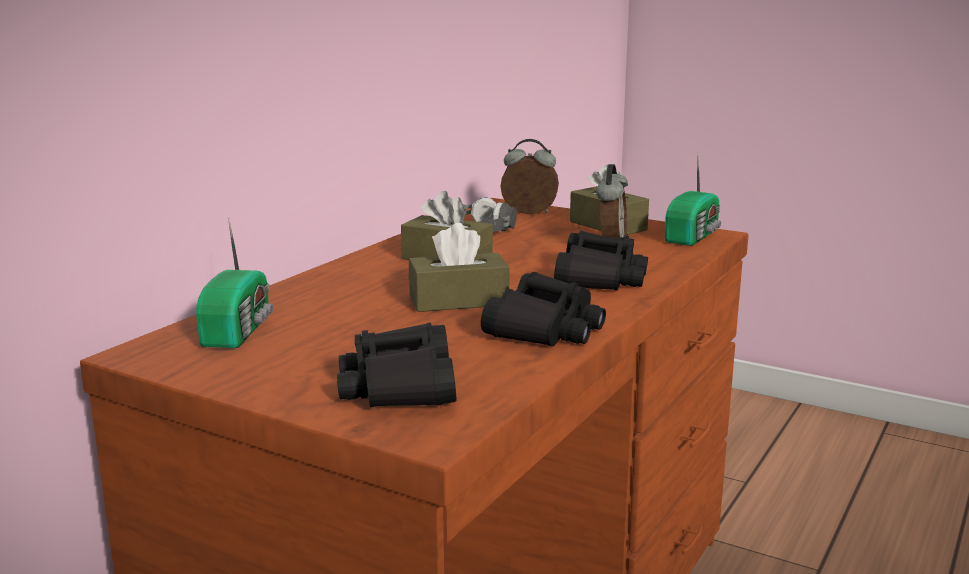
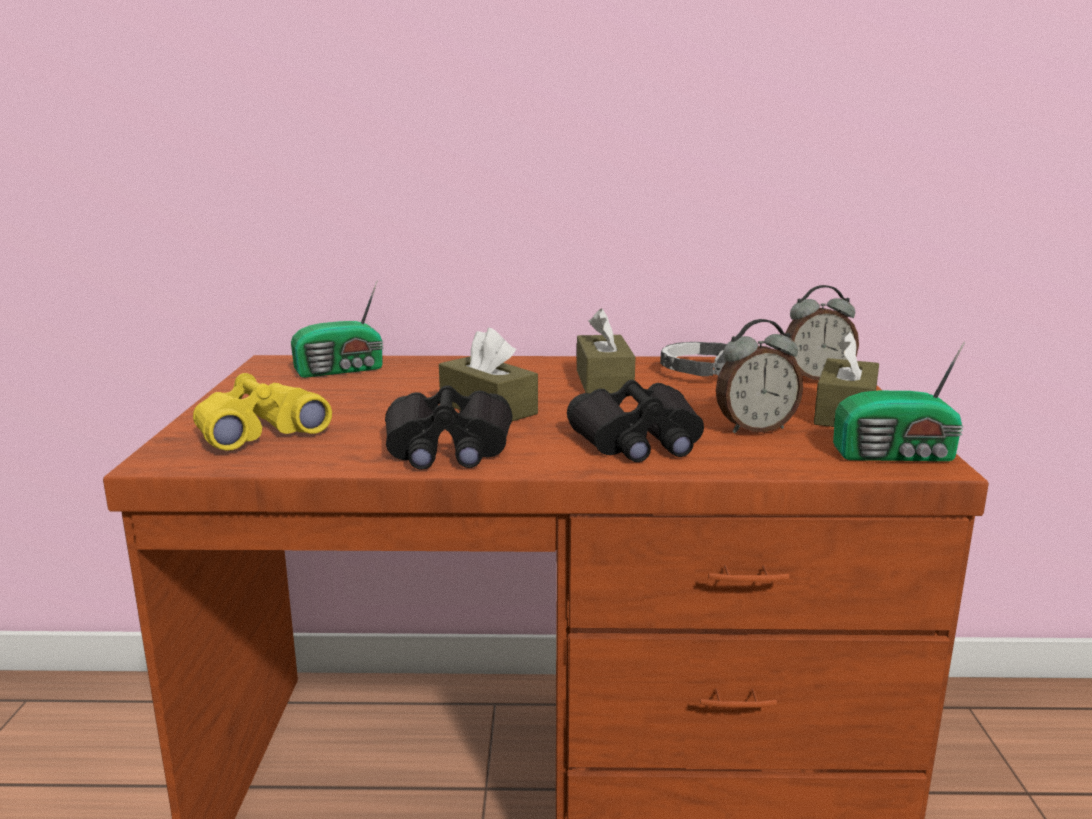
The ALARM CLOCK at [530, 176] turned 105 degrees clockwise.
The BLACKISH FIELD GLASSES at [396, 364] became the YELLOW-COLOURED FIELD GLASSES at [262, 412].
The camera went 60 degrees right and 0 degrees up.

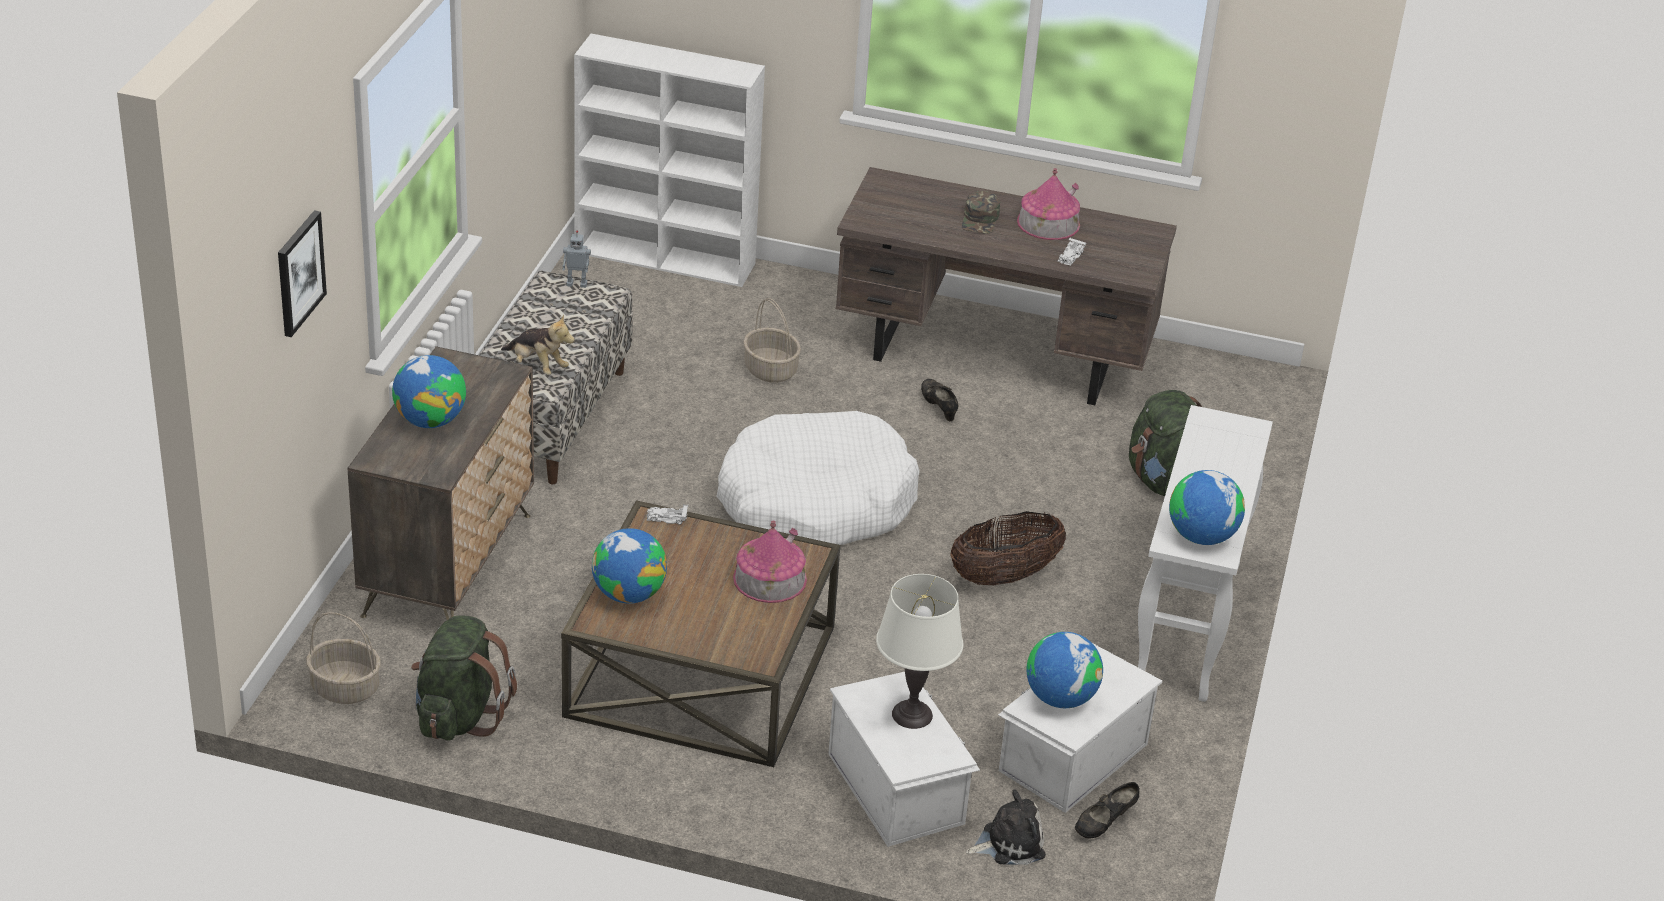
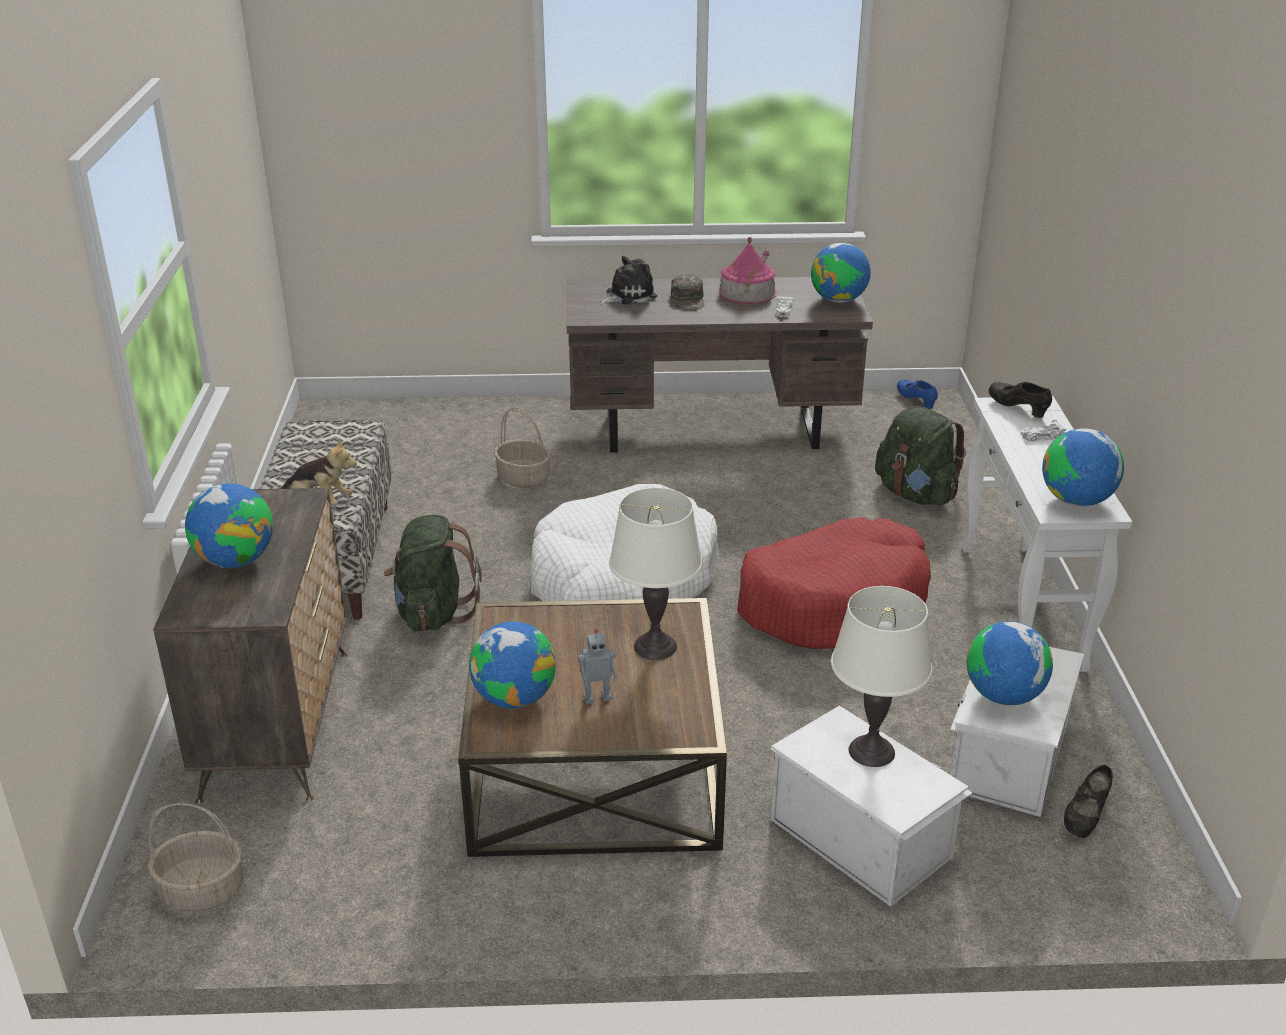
The WHITISH BOOKCASE at [669, 160] disappeared.
The WALL PICTURE at [302, 273] disappeared.
The MODEL ROBOT moved from [576, 259] to [598, 667].
The BLACKISH ITEM OF FOOTWEAR moved from [939, 400] to [1020, 400].
The WHITISH MINIATURE CAR moved from [667, 515] to [1043, 431].
The BASKET at [1008, 548] was replaced by the REDDISH DOG CUSHION at [834, 583].
The TOY HOUSE at [770, 562] was replaced by the WHITISH TABLE LAMP at [656, 574].
The GREEN RUCKSACK moved from [464, 678] to [432, 573].
The CUDDLY TOY moved from [1006, 827] to [628, 280].
The WORLD GLOBE at [841, 273] appeared.
The BLUE ITEM OF FOOTWEAR at [917, 394] appeared.
The camera went 15 degrees left and 5 degrees down.

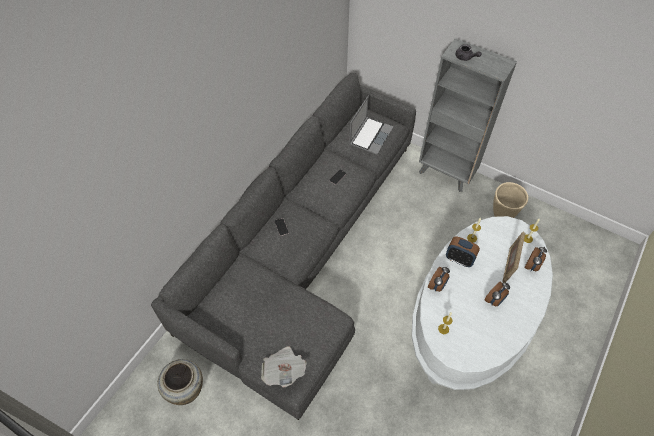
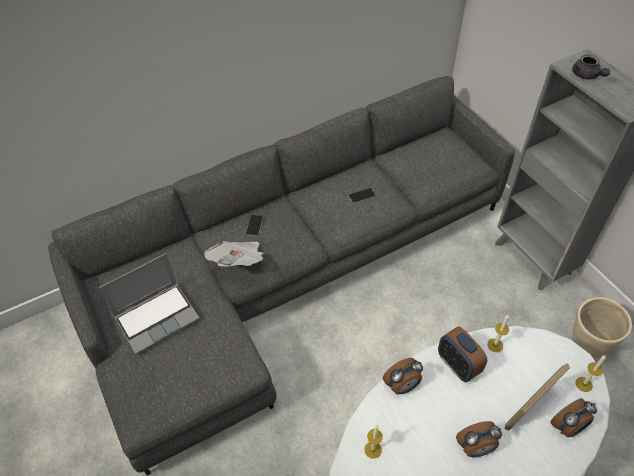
The LAPTOP moved from [371, 125] to [149, 304].
The PRINTED PAPER moved from [284, 367] to [233, 254].
The BEIGE-COLOURED VASE at [180, 382] disappeared.
The camera went 30 degrees right and 5 degrees down.

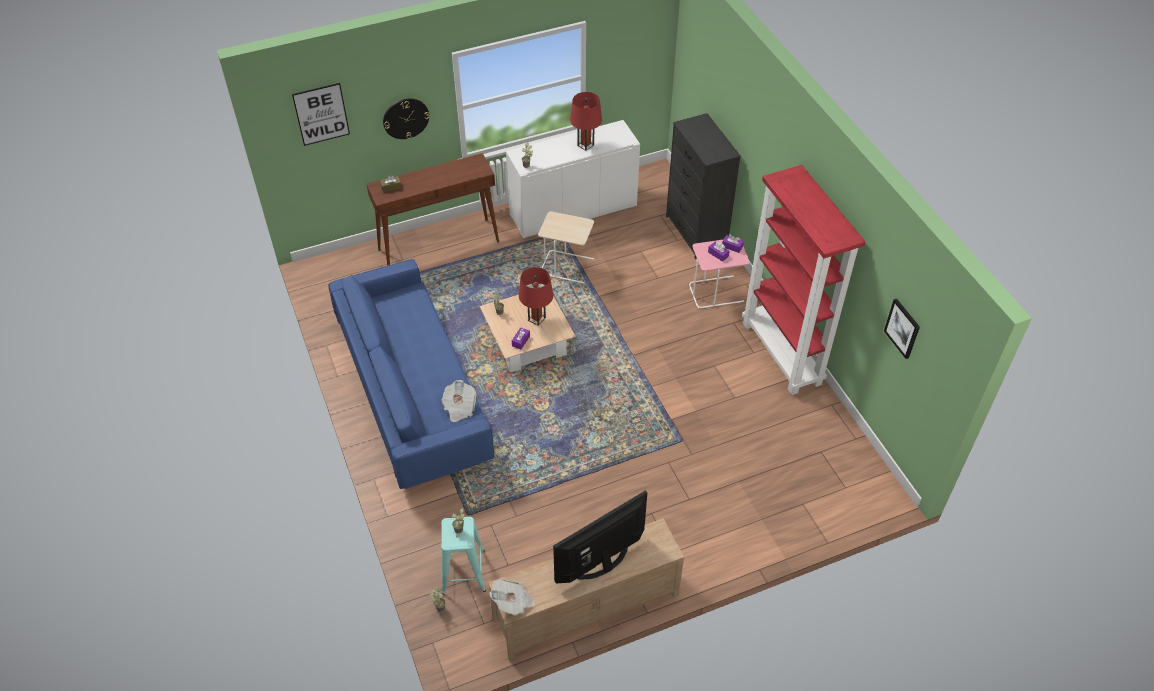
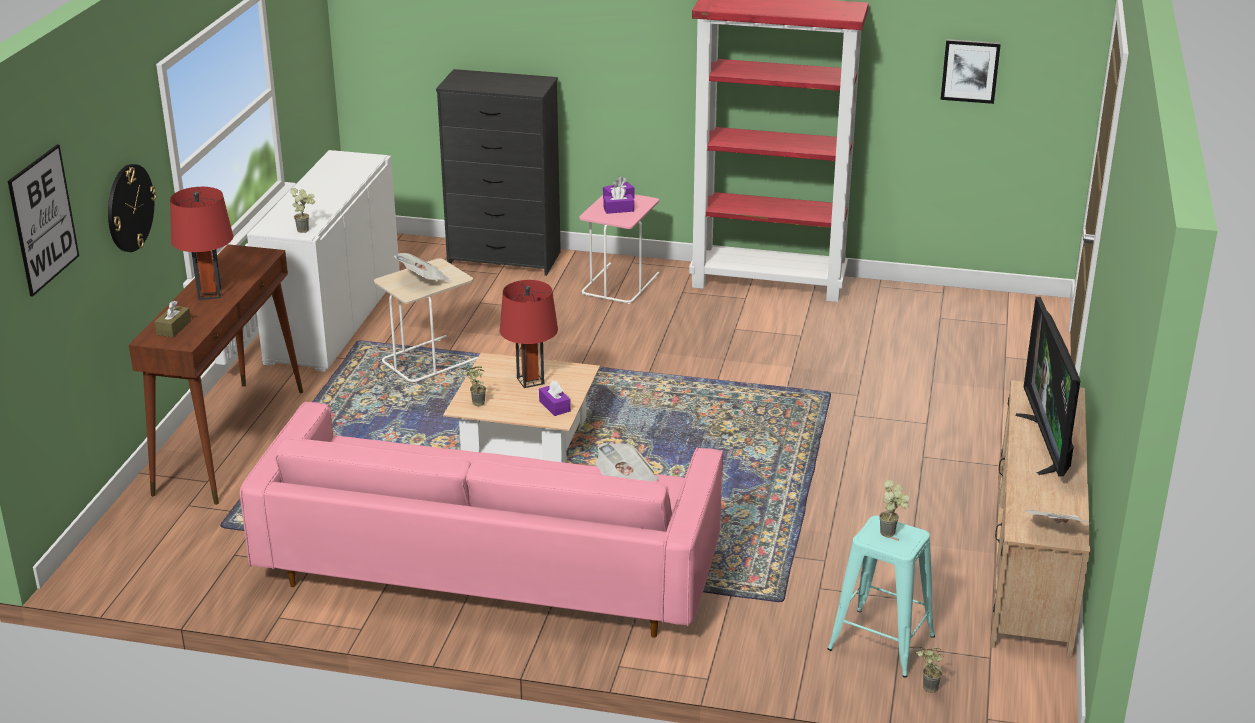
The REDDISH TABLE LAMP moved from [586, 121] to [202, 243].
The BLUE SETTEE at [411, 374] became the PINKISH SETTEE at [481, 520].
The PRINTED PAPER at [423, 267] appeared.
The camera went 55 degrees left and 20 degrees down.

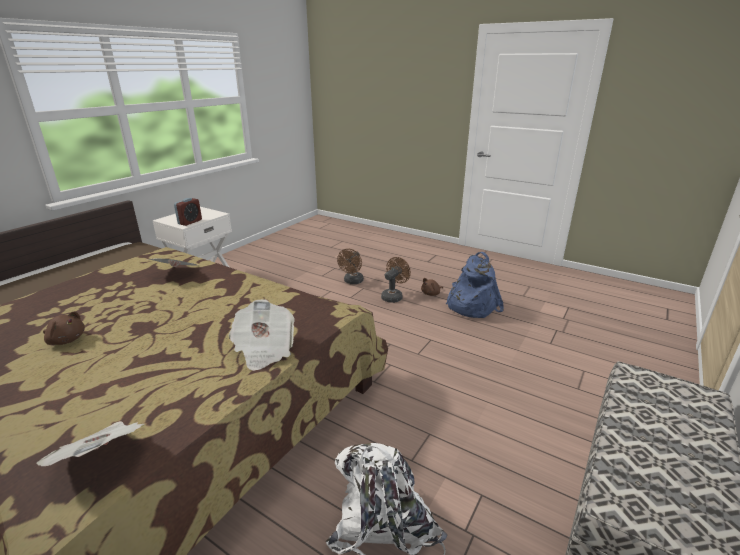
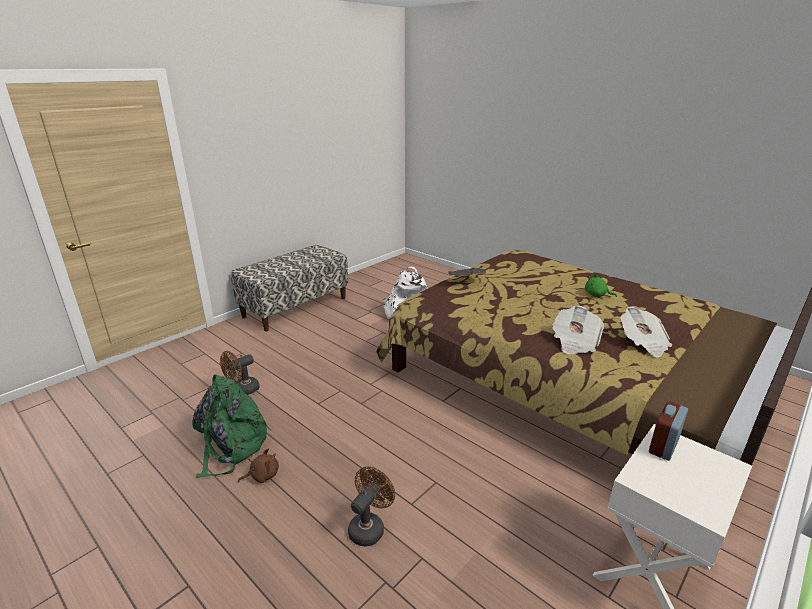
The BLUE RUCKSACK at [475, 285] became the GREEN RUCKSACK at [231, 426].
The BROWNISH ELECTRIC FAN moved from [396, 280] to [240, 373].
The BROWNISH CUDDLY TOY at [64, 328] became the GREEN CUDDLY TOY at [601, 285].
The PRINTED PAPER moved from [90, 443] to [646, 332].
The camera went 170 degrees left and 0 degrees up.

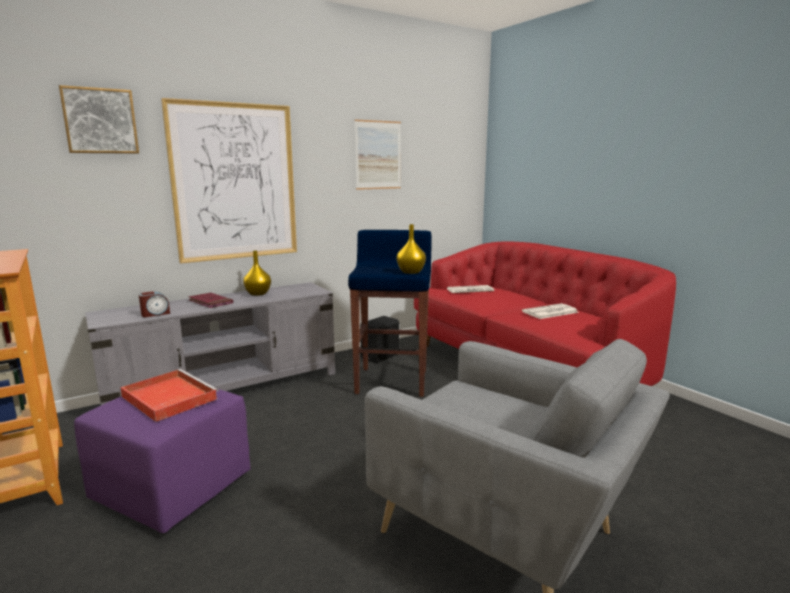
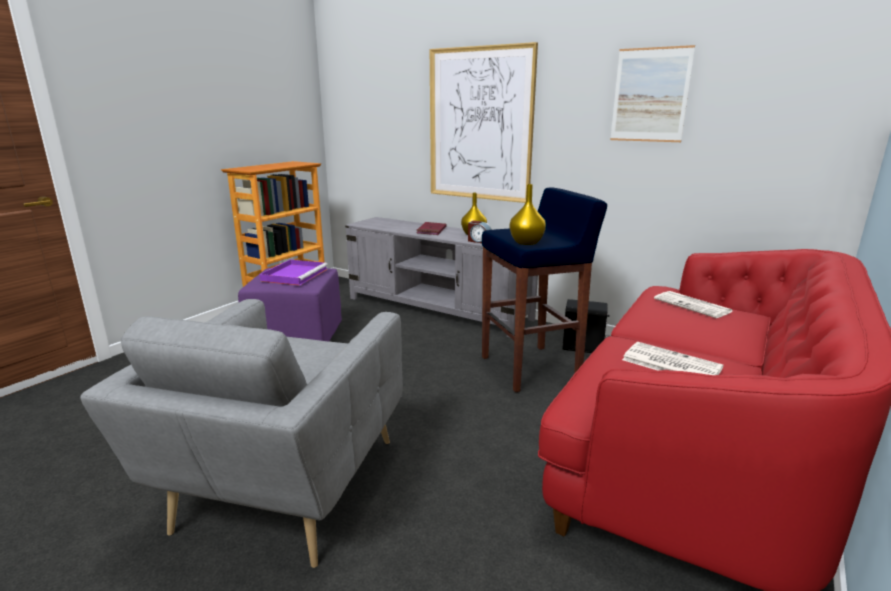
The WALL PICTURE at [99, 119] disappeared.
The ALARM CLOCK moved from [154, 304] to [480, 231].
The REDDISH TRAY at [169, 395] became the PURPLE TRAY at [294, 273].
The camera went 65 degrees right and 5 degrees up.

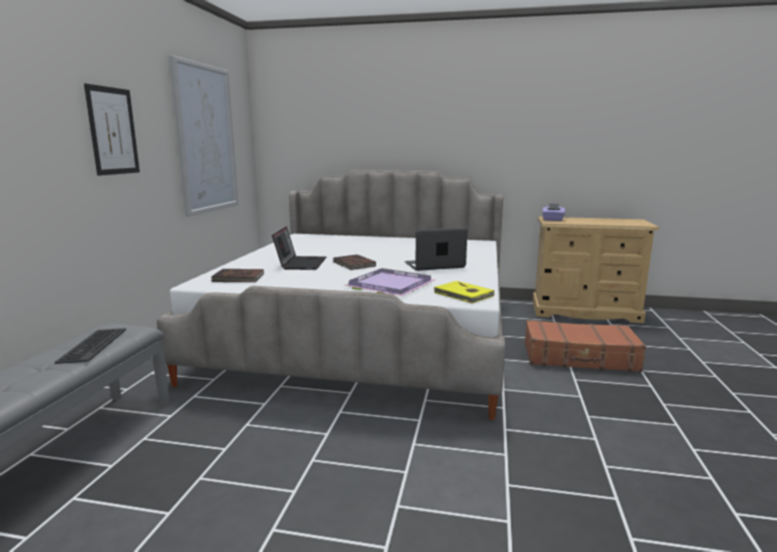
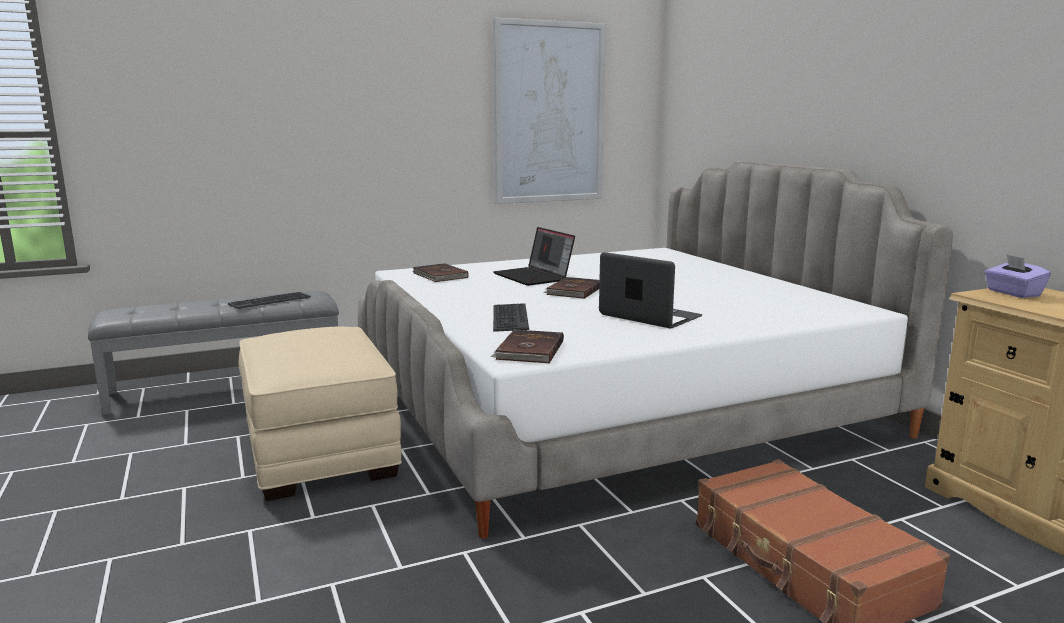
The WALL PICTURE at [112, 129] disappeared.
The LAPTOP at [299, 248] turned 90 degrees clockwise.
The PURPLE TRAY at [389, 282] was replaced by the PC KEYBOARD at [511, 317].
The YELLOW-COLOURED VOLUME at [464, 292] became the BROWNISH VOLUME at [527, 347].
The BEIGE-COLOURED OTTOMAN at [320, 413] appeared.
The camera went 55 degrees right and 0 degrees up.

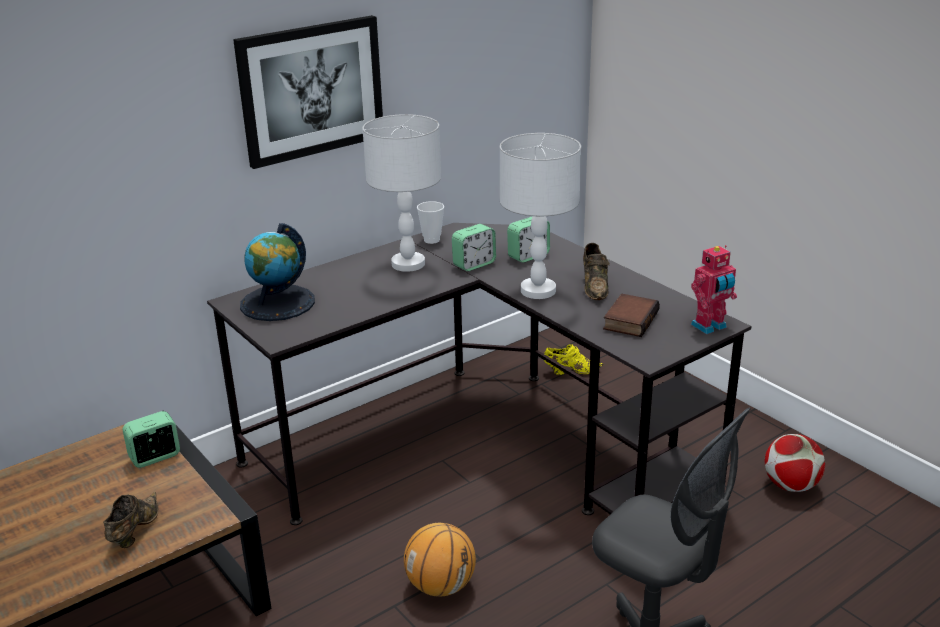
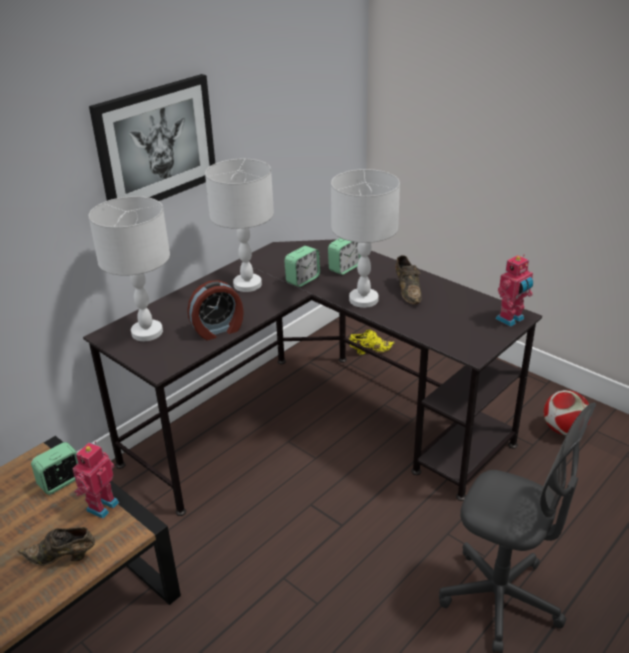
The SMALL CUP at [430, 222] disappeared.
The WORLD GLOBE at [277, 272] was replaced by the WHITISH TABLE LAMP at [129, 268].
The VOLUME at [631, 315] disappeared.
The BROWNISH ITEM OF FOOTWEAR at [131, 520] turned 90 degrees counterclockwise.
The BALL FOR BASKETBALL at [440, 560] disappeared.
The ALARM CLOCK at [215, 310] appeared.
The MODEL ROBOT at [95, 480] appeared.
The camera went 10 degrees left and 5 degrees up.

